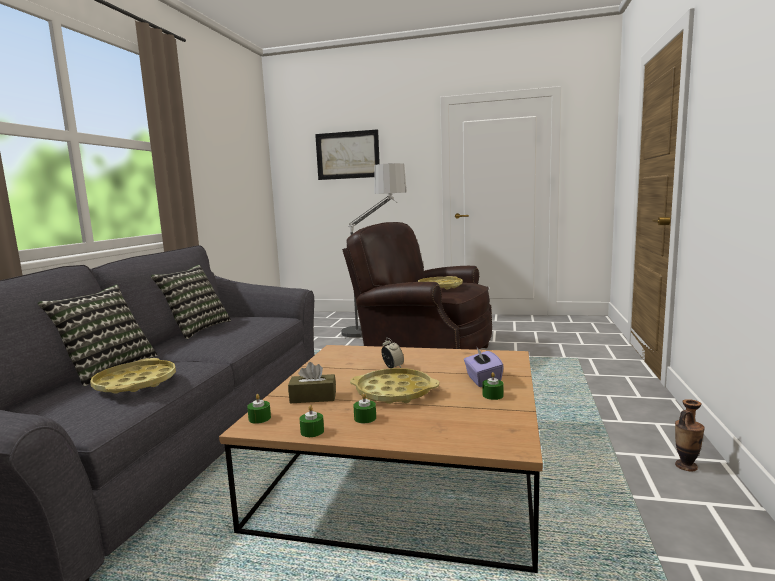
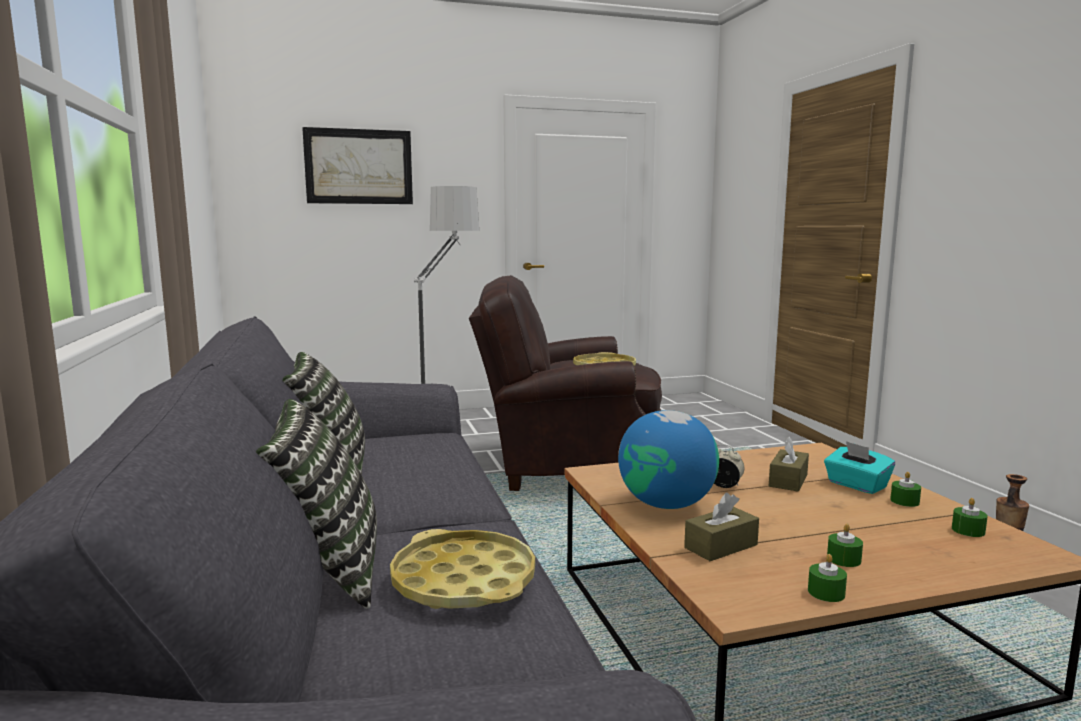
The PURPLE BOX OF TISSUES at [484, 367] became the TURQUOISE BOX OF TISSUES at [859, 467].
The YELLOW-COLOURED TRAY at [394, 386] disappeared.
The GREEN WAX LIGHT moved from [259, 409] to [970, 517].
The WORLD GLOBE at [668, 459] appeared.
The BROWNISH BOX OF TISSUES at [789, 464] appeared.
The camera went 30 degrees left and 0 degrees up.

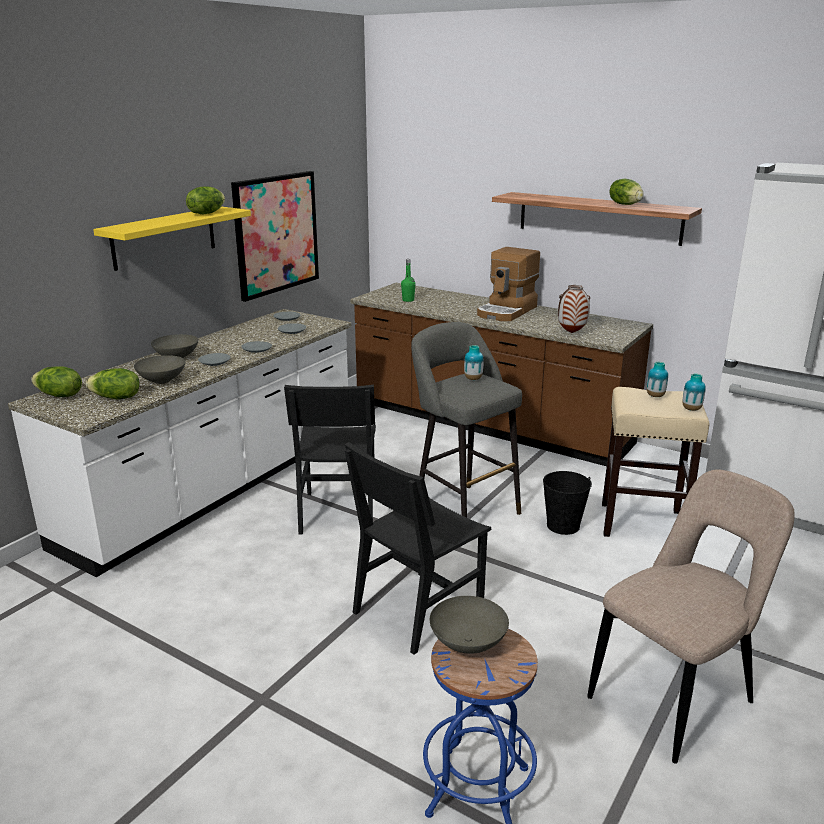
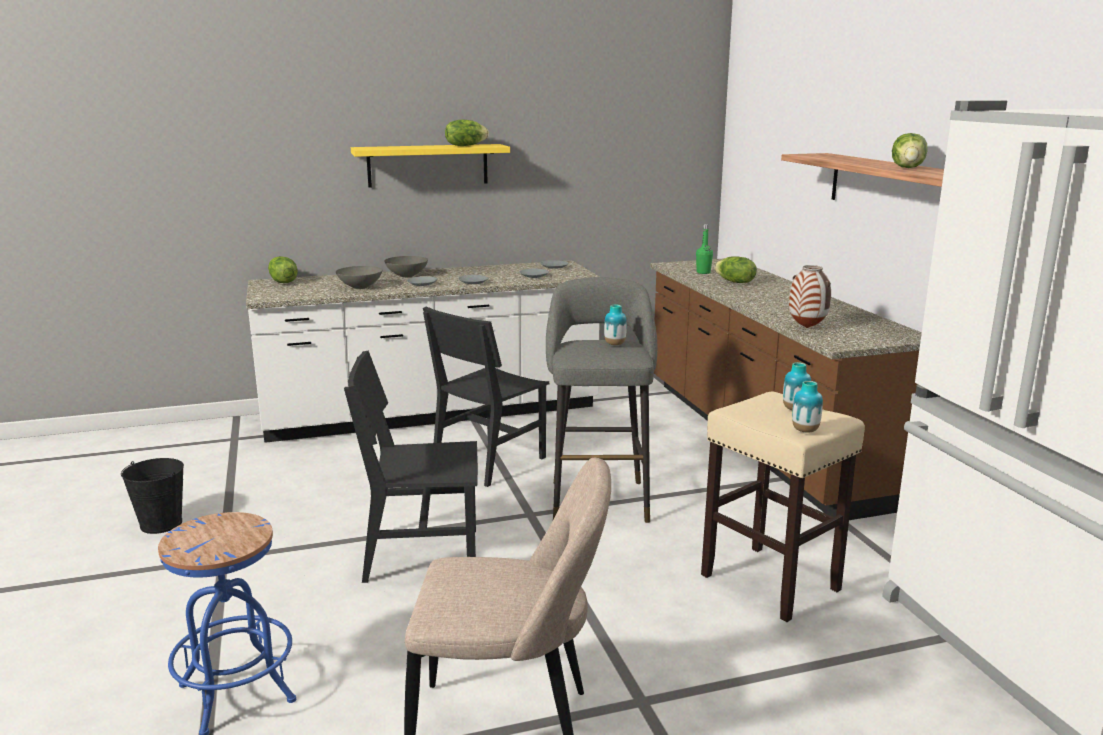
The WALL PICTURE at [275, 236] disappeared.
The COFFEE BREWER at [508, 284] disappeared.
The LETTUCE moved from [113, 383] to [735, 269].
The BLACKISH PAIL moved from [567, 503] to [152, 496].
The GRAY SERVING BOWL at [469, 625] disappeared.
The camera went 40 degrees right and 5 degrees down.

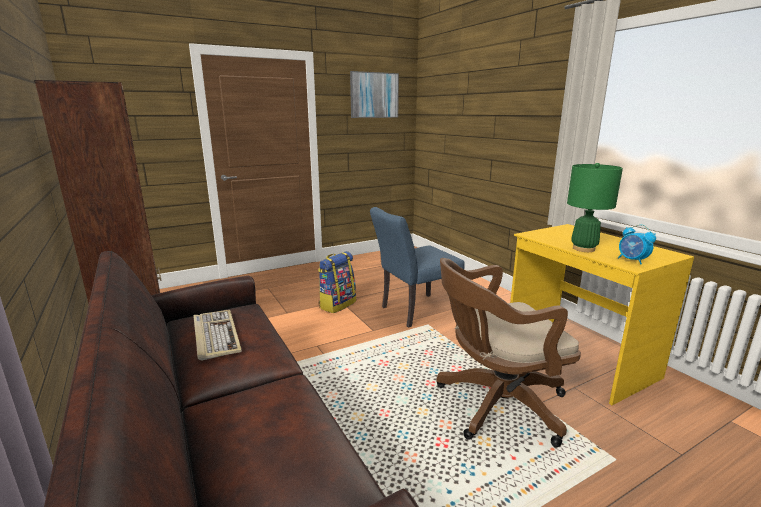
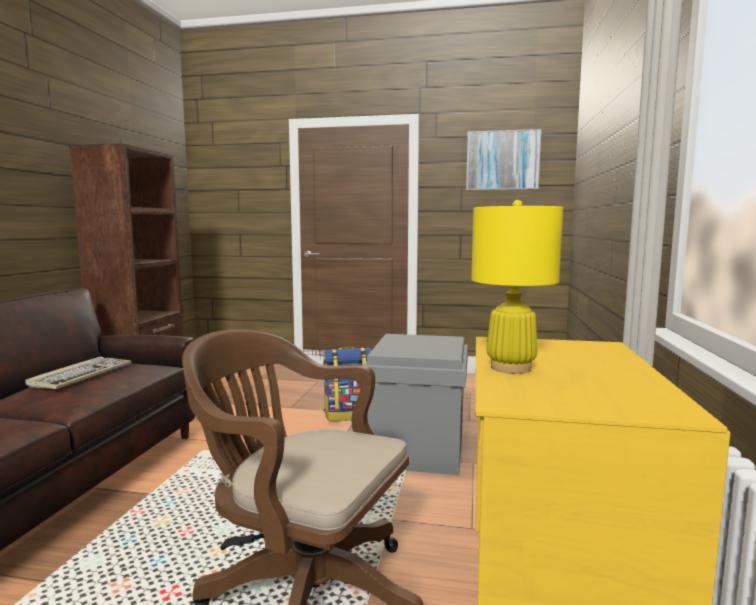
The GREEN TABLE LAMP at [595, 207] became the YELLOW-COLOURED TABLE LAMP at [517, 287].
The BLUE PLAIN CHAIR at [417, 267] was replaced by the GRAY STORAGE CONTAINER at [415, 404].
The ALARM CLOCK at [637, 244] disappeared.
The camera went 40 degrees right and 10 degrees down.

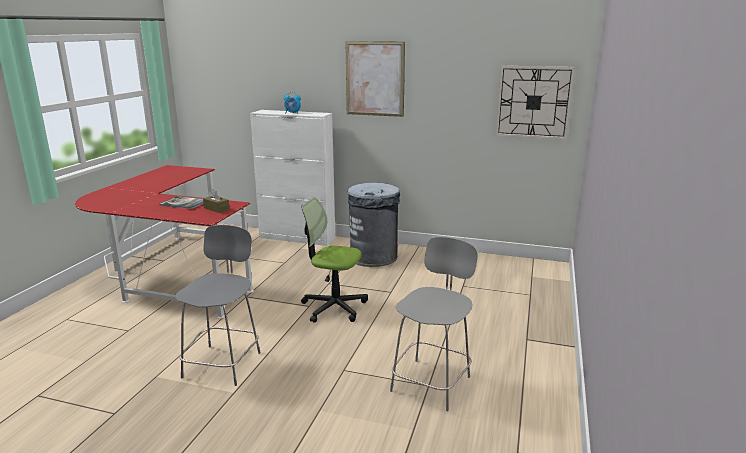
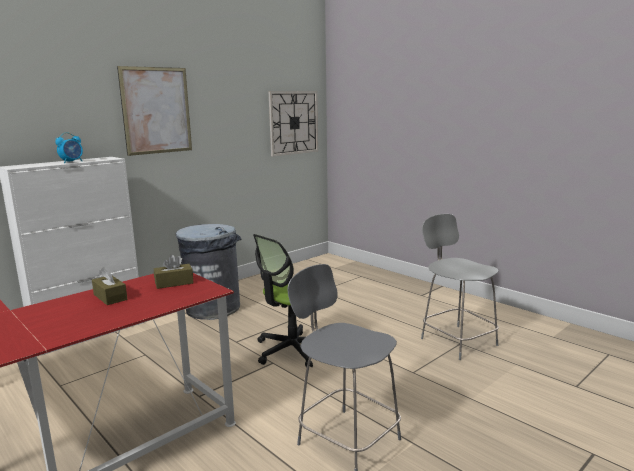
The VOLUME at [181, 202] was replaced by the BROWNISH BOX OF TISSUES at [109, 286].
The camera went 60 degrees left and 5 degrees down.

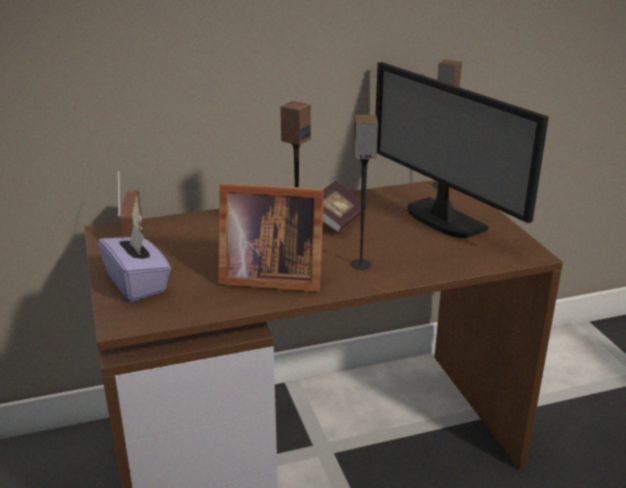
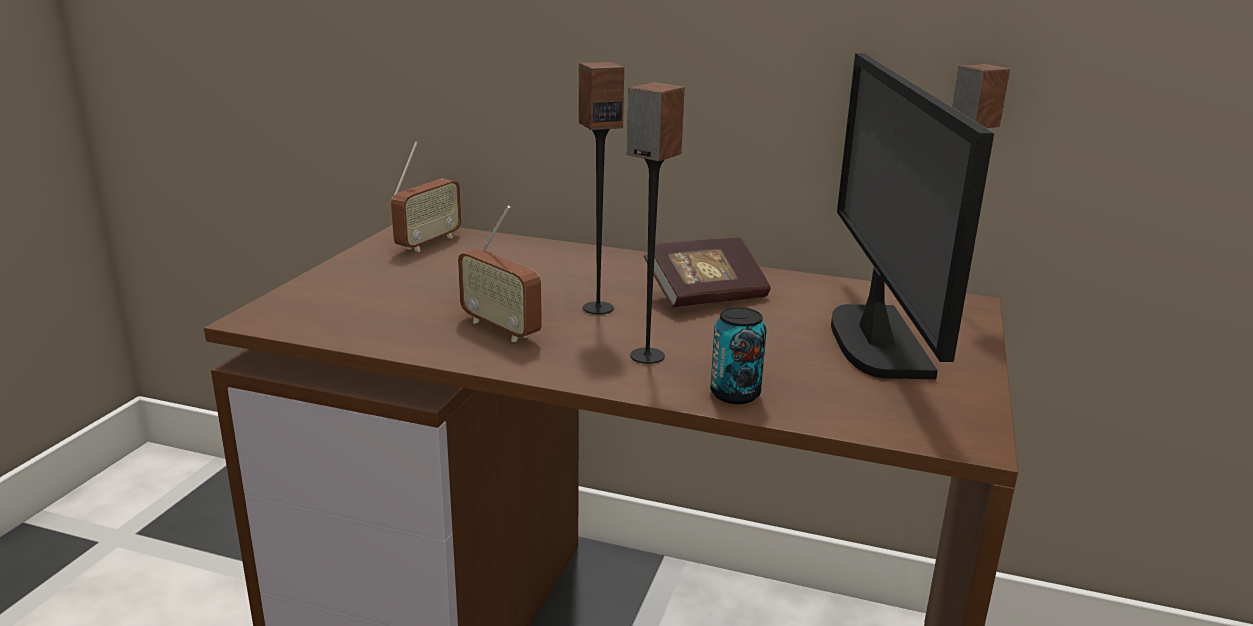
The PICTURE FRAME at [271, 237] was replaced by the RADIO SET at [500, 273].
The PURPLE BOX OF TISSUES at [134, 262] disappeared.
The METAL CAN at [738, 355] appeared.
The camera went 35 degrees right and 5 degrees down.

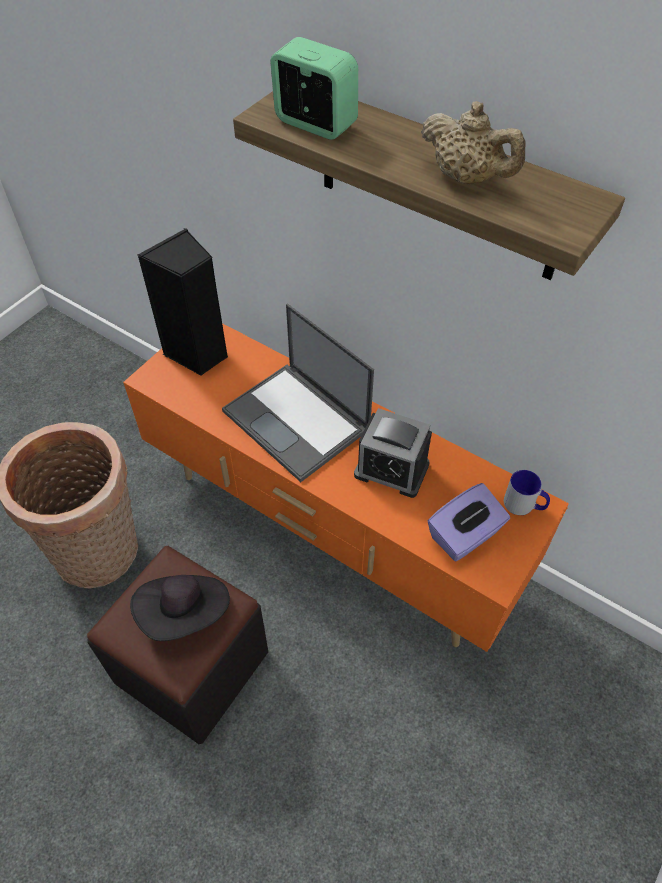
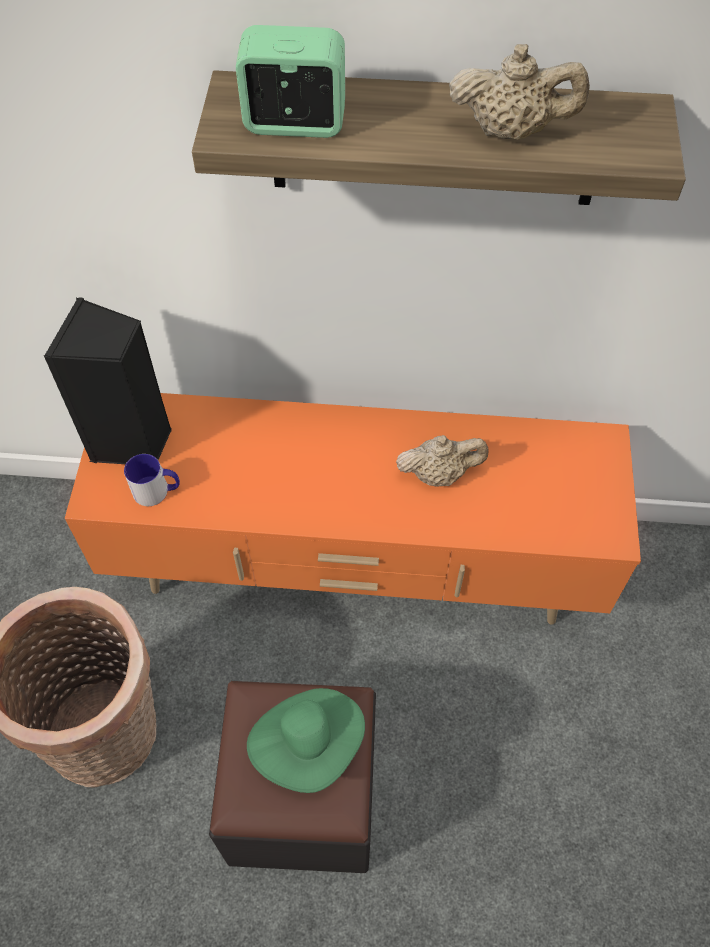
The LAPTOP at [298, 393] disappeared.
The ALARM CLOCK at [393, 453] was replaced by the BEIGE-COLOURED POT FOR TEA at [442, 461].
The TEA MUG moved from [527, 492] to [152, 480].
The PURPLE BOX OF TISSUES at [469, 522] disappeared.
The BLACKISH CLOTHING HAT at [180, 608] became the GREEN CLOTHING HAT at [306, 740].
The camera went 30 degrees left and 5 degrees up.

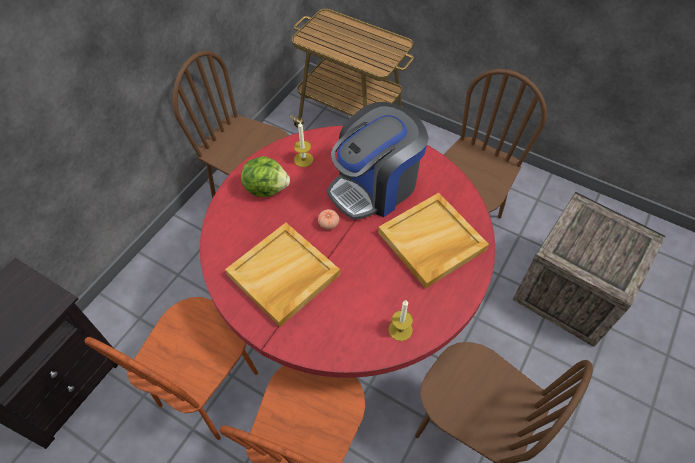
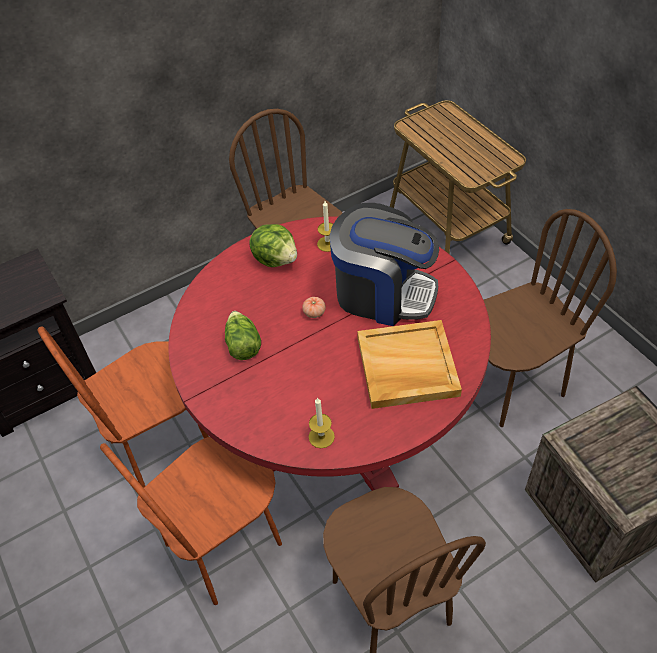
The COFFEE BREWER at [378, 161] turned 150 degrees counterclockwise.
The BEIGE-COLOURED TRAY at [282, 275] was replaced by the LETTUCE at [243, 335].
The camera went 30 degrees right and 5 degrees down.

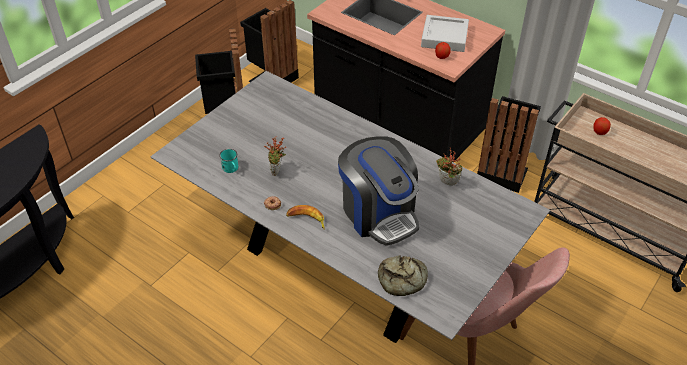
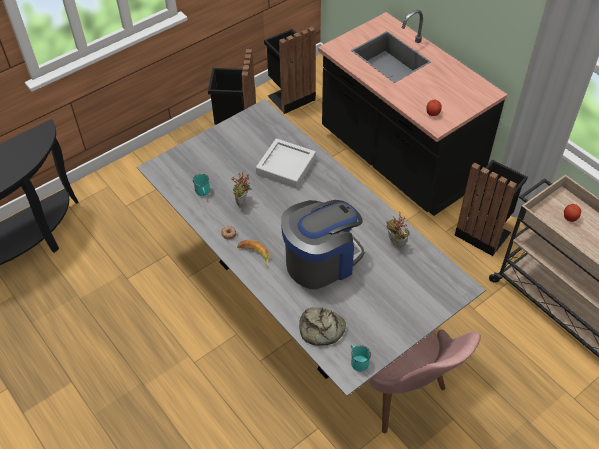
The GRAY TRAY moved from [445, 33] to [286, 163].
The COFFEE BREWER at [378, 191] turned 105 degrees counterclockwise.
The TURQUOISE TEA MUG at [361, 358] appeared.
The camera went 15 degrees right and 5 degrees up.

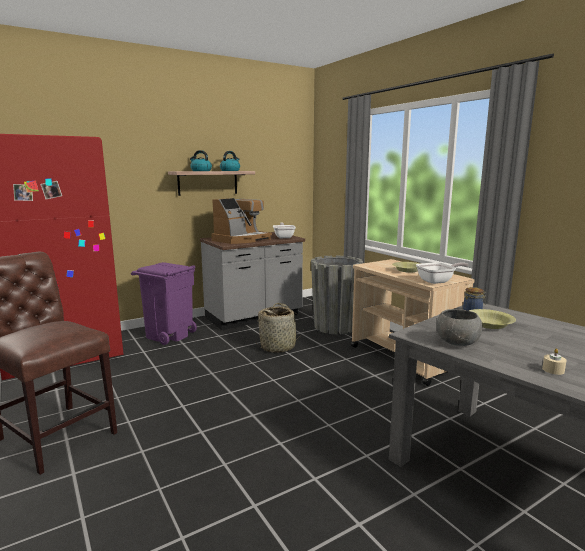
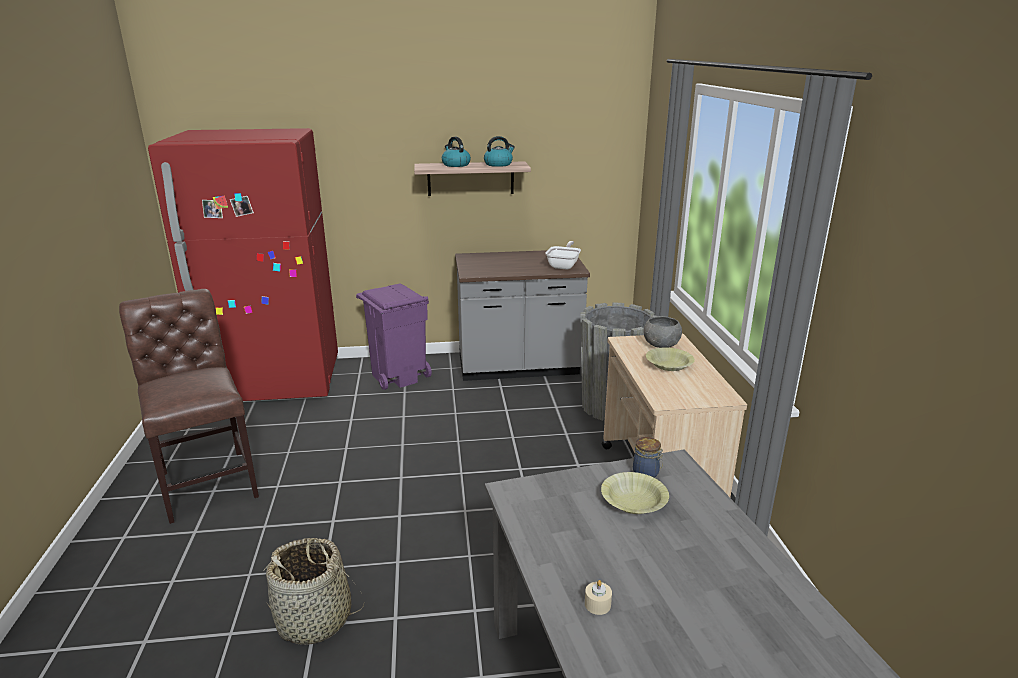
The COFFEE BREWER at [241, 221] disappeared.
The PAN at [442, 273] disappeared.
The BASKET moved from [279, 328] to [314, 591].
The GRAY SERVING BOWL moved from [459, 327] to [662, 332].
The camera went 25 degrees right and 10 degrees up.

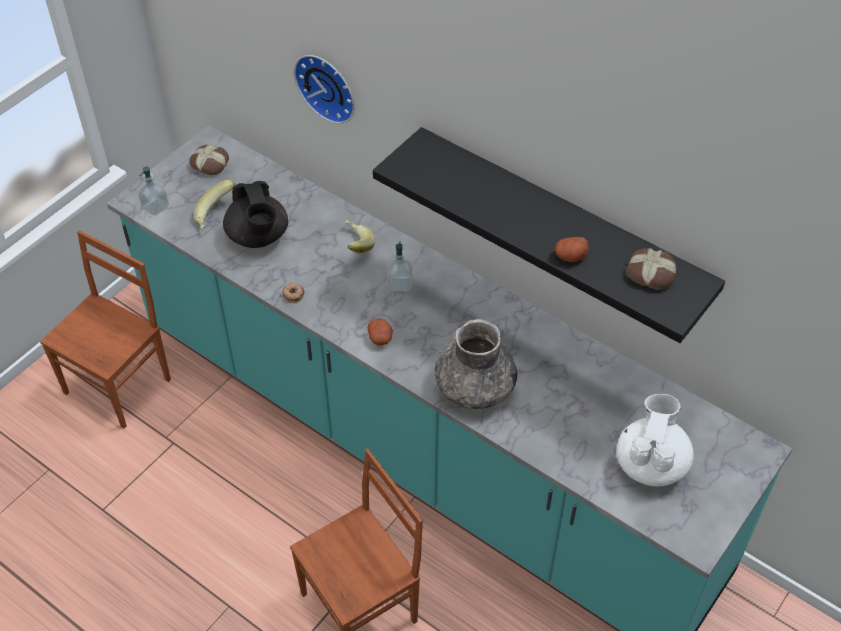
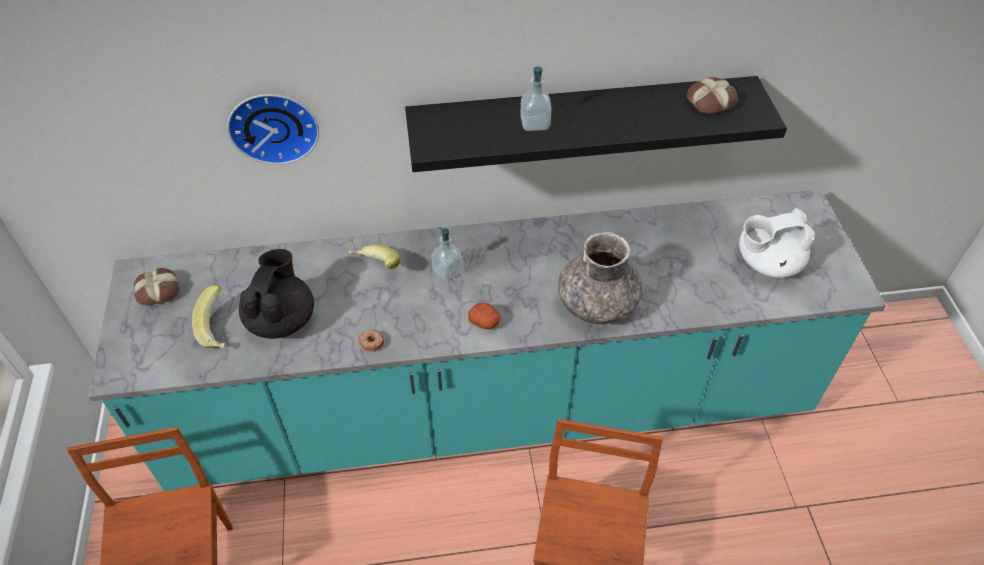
The SOAP DISPENSER moved from [153, 191] to [536, 98].
The BLACKISH POT FOR TEA at [255, 214] turned 105 degrees counterclockwise.
The SPUD at [572, 250] disappeared.
The WHITISH POT FOR TEA at [655, 440] turned 75 degrees counterclockwise.
The camera went 45 degrees left and 0 degrees up.

